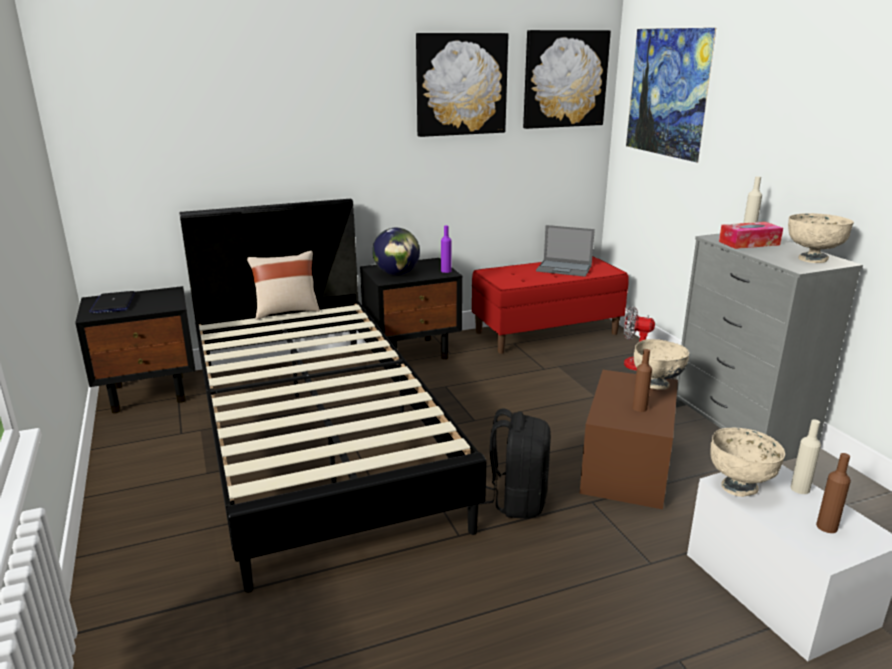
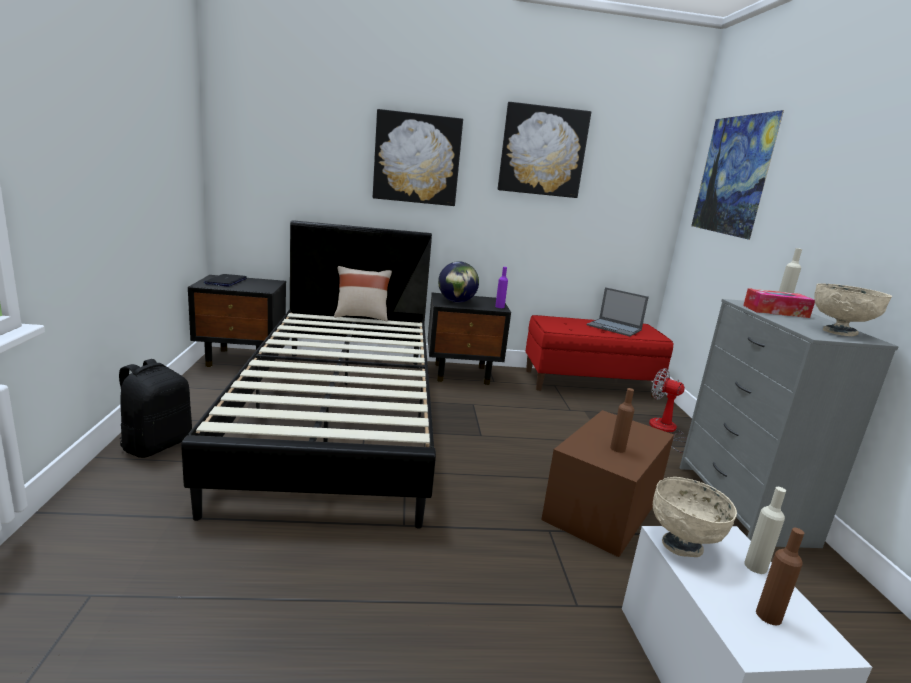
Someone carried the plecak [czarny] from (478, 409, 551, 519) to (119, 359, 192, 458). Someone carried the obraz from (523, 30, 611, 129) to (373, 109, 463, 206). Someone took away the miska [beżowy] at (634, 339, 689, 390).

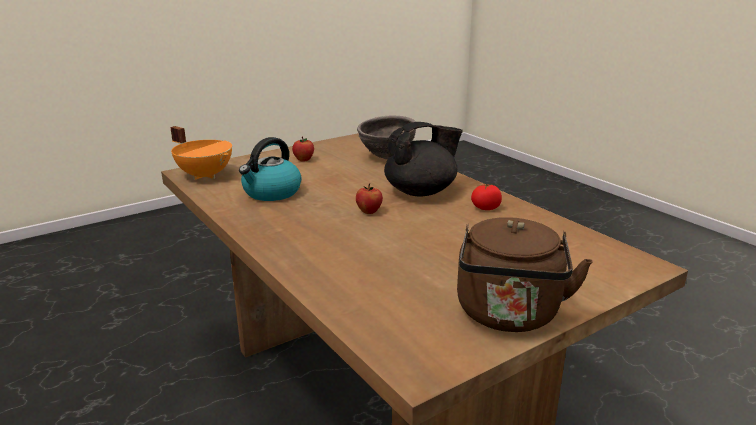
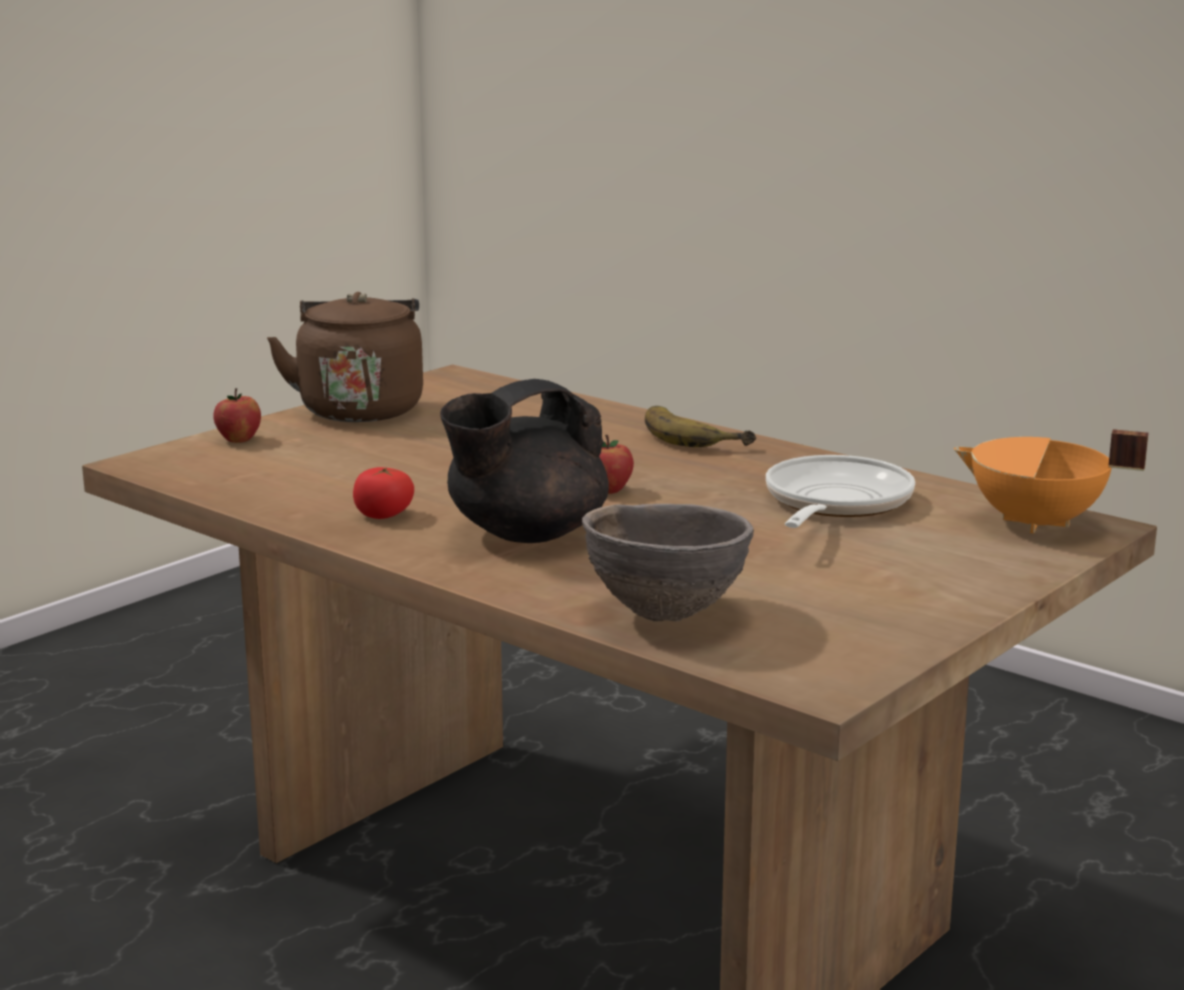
Someone carried the jabłko from (292, 136, 314, 162) to (213, 388, 261, 443). Someone put down the banan at (645, 406, 756, 447). Someone swapped the czajnik at (239, 137, 301, 201) for the patelnia at (766, 455, 915, 528).

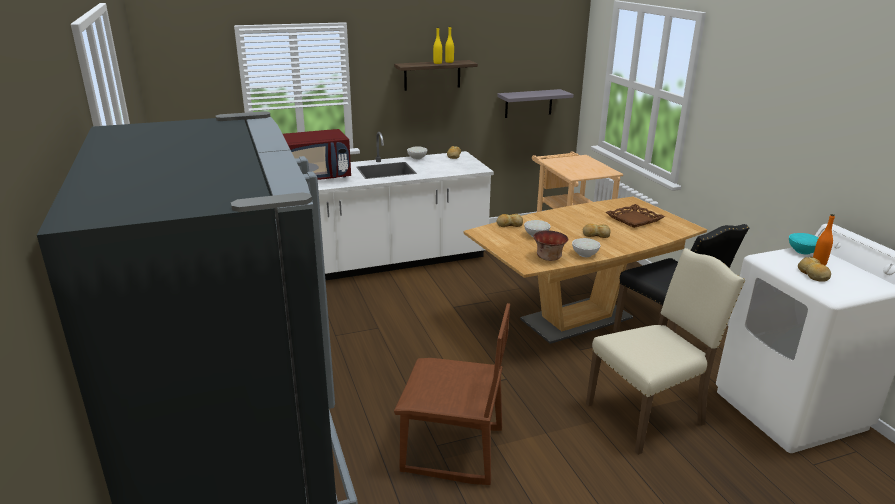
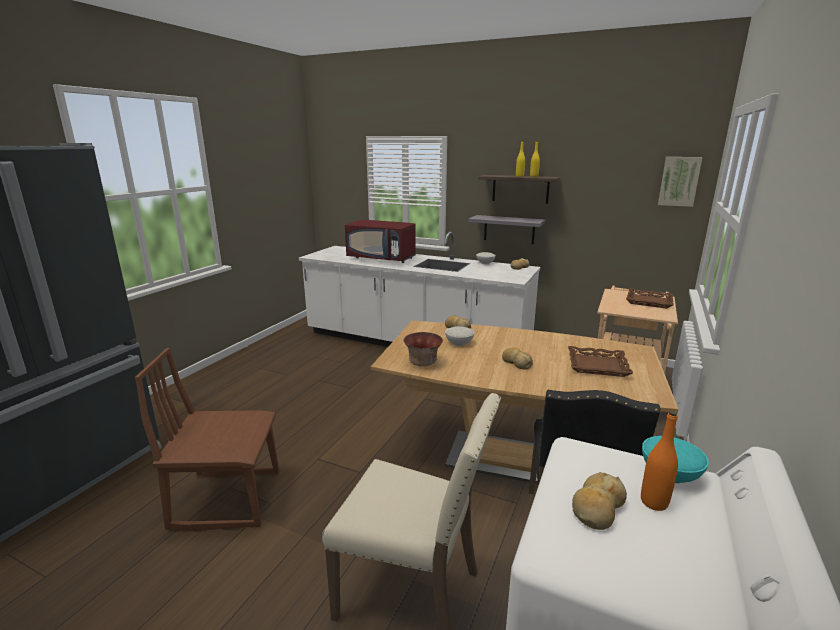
Someone rotated the krzesło [brązowy] at (394, 303, 510, 485) by 120 degrees clockwise. Someone carried the półka [szary] from (497, 89, 574, 118) to (468, 215, 545, 244). Someone put down the taca [brązowy] at (626, 288, 674, 309). Someone put up the obraz at (658, 157, 703, 207). Someone took away the miska [biały] at (572, 238, 601, 257).

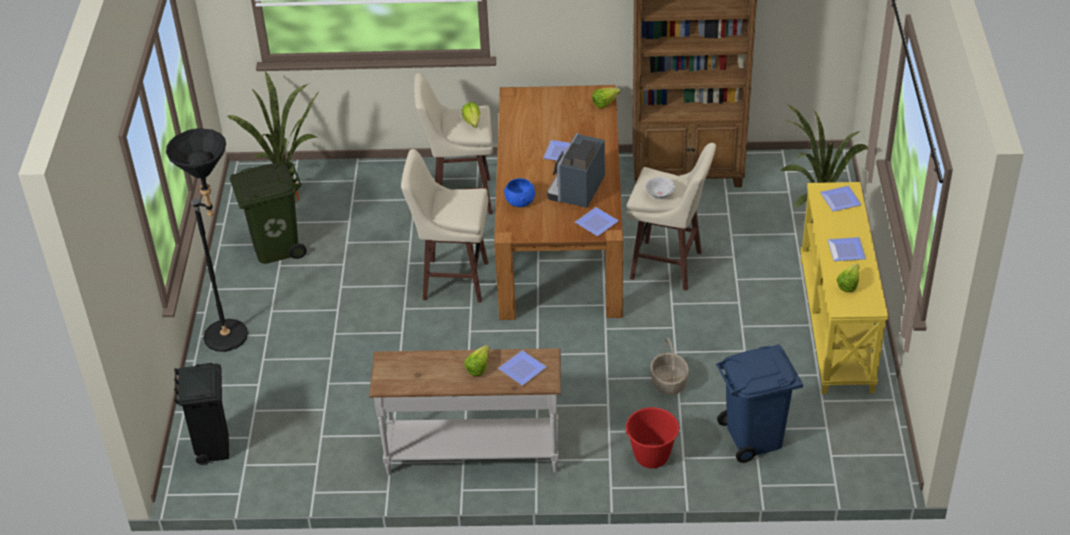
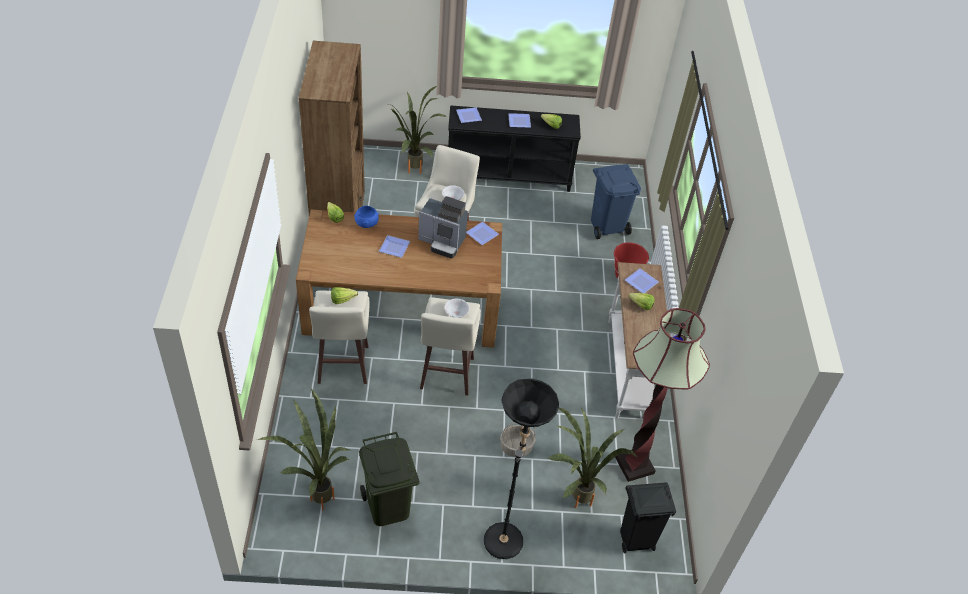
Someone carried the miska [niebieski] from (504, 178, 535, 207) to (354, 206, 379, 228). Someone put down the miska [biały] at (444, 299, 469, 318). Someone repainted the stolik konsolowy [żółty] at (800, 182, 888, 394), which became the stolik konsolowy [czarny] at (448, 105, 581, 192). Someone carried the koszyk from (650, 338, 689, 395) to (500, 422, 536, 457). Someone put down the roślina doniczkowa at (547, 407, 638, 508). Someone put down the lampa stojąca at (615, 308, 710, 482).

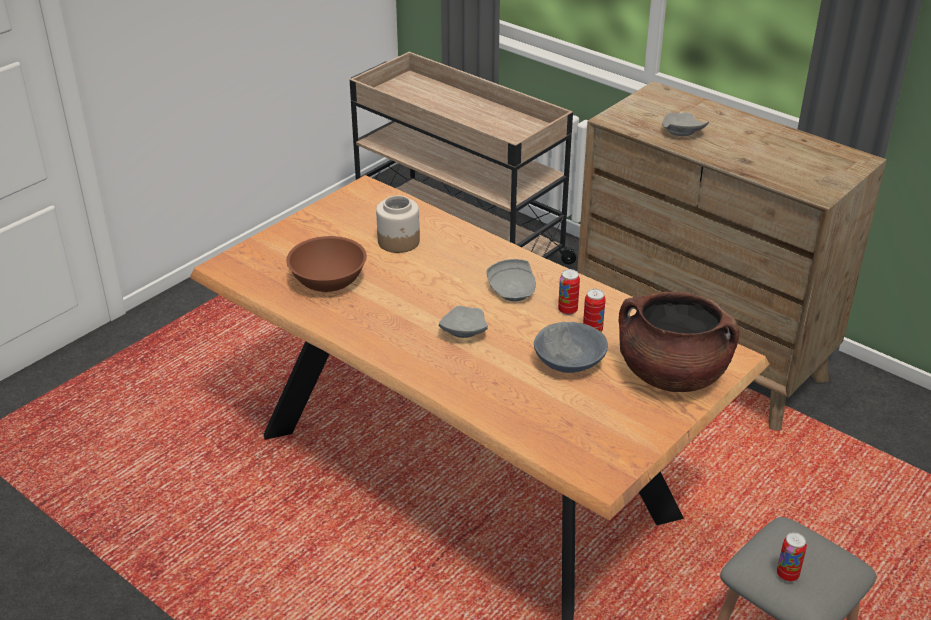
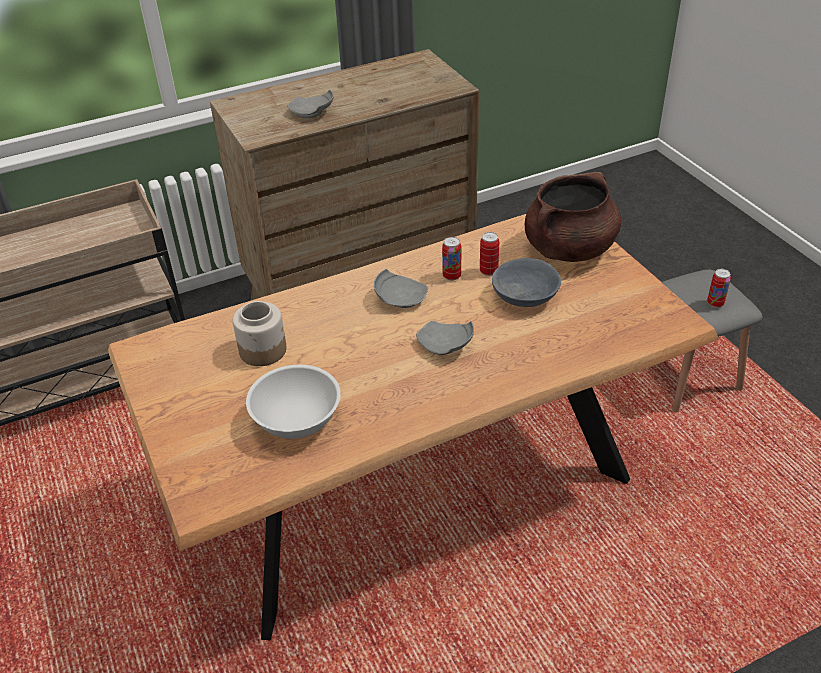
Someone repainted the miska [brązowy] at (286, 236, 367, 292), which became the miska [biały] at (246, 365, 341, 439).

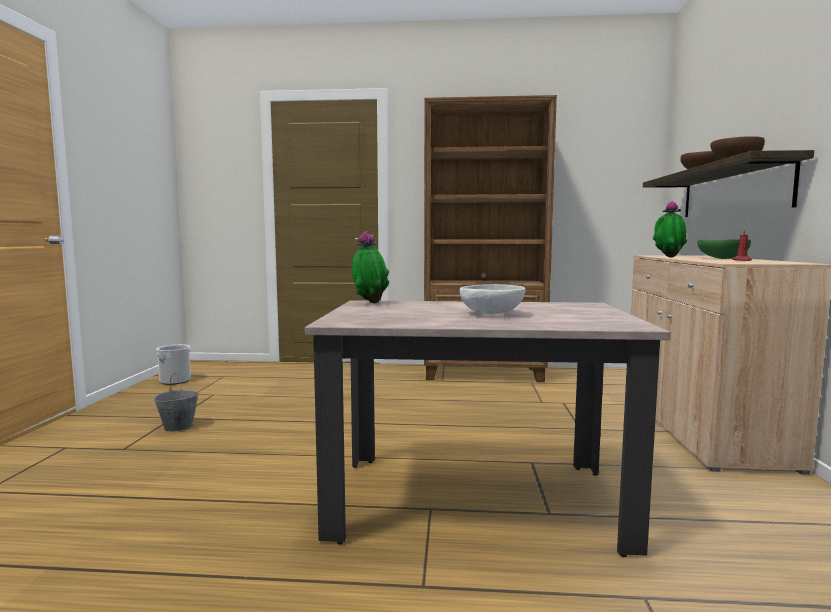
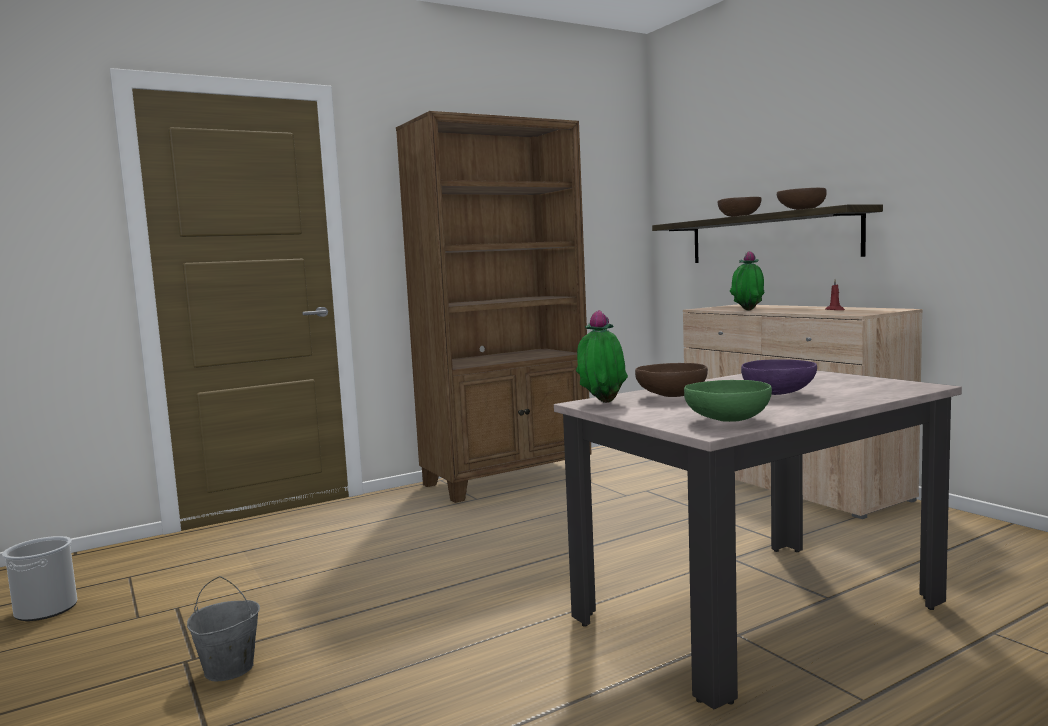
Someone put down the miska [brązowy] at (635, 363, 708, 397). Someone carried the miska [zielony] from (697, 239, 751, 259) to (684, 380, 772, 422). Someone repainted the miska [biały] at (460, 284, 525, 314), which became the miska [fioletowy] at (741, 359, 817, 395).

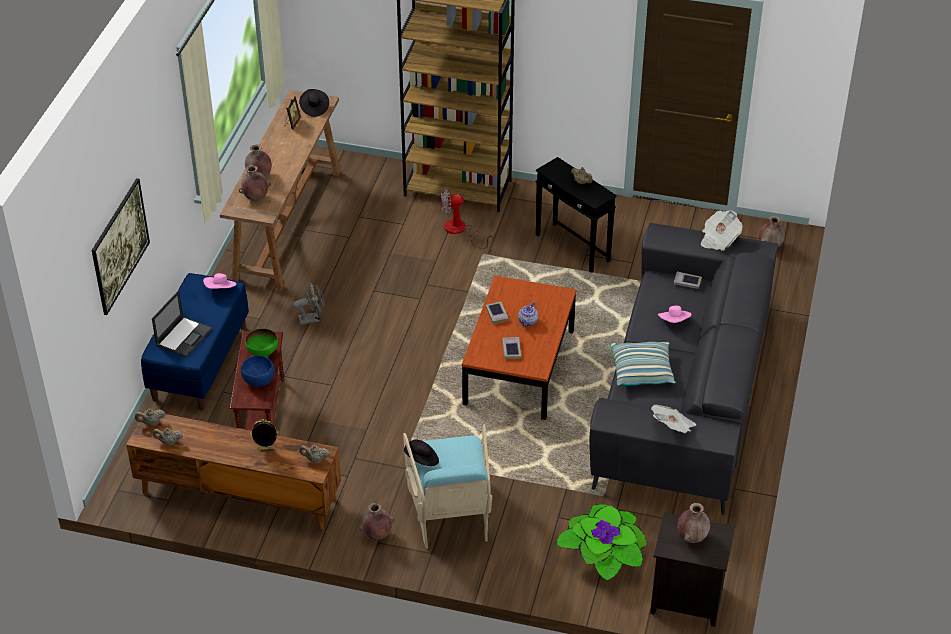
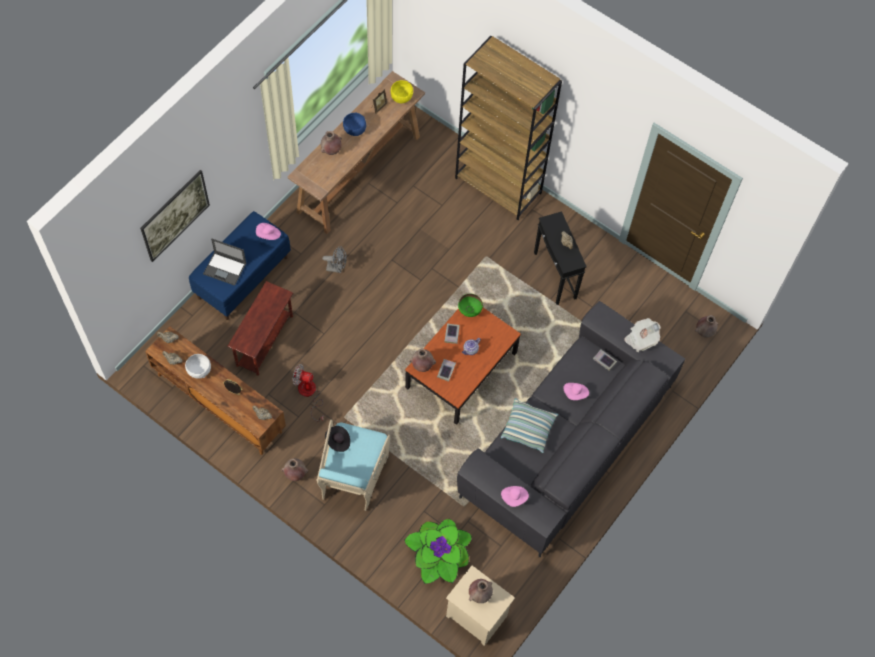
Someone put down the miska [biały] at (185, 354, 211, 379). Someone rotated the laptop at (152, 290, 212, 357) by 60 degrees clockwise. Someone carried the wentylator from (441, 189, 493, 249) to (293, 364, 324, 422). Someone carried the miska [niebieski] from (241, 355, 275, 387) to (343, 113, 366, 136). Someone swapped the kapelusz [czarny] at (299, 89, 329, 117) for the miska [żółty] at (391, 80, 413, 103). Someone carried the wazon [brązowy] from (239, 165, 271, 201) to (409, 348, 436, 372). Someone repainted the szafka nocna [czarny] at (650, 513, 735, 627), which became the szafka nocna [beżowy] at (446, 565, 515, 646). Someone carried the miska [zielony] from (245, 328, 278, 357) to (458, 294, 483, 317). Someone swapped the gazeta at (651, 405, 696, 433) for the kapelusz [różowy] at (501, 486, 529, 507).

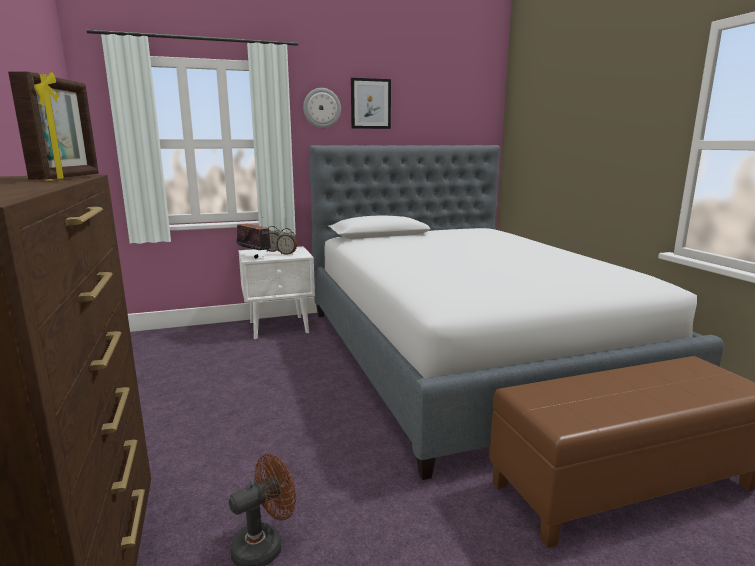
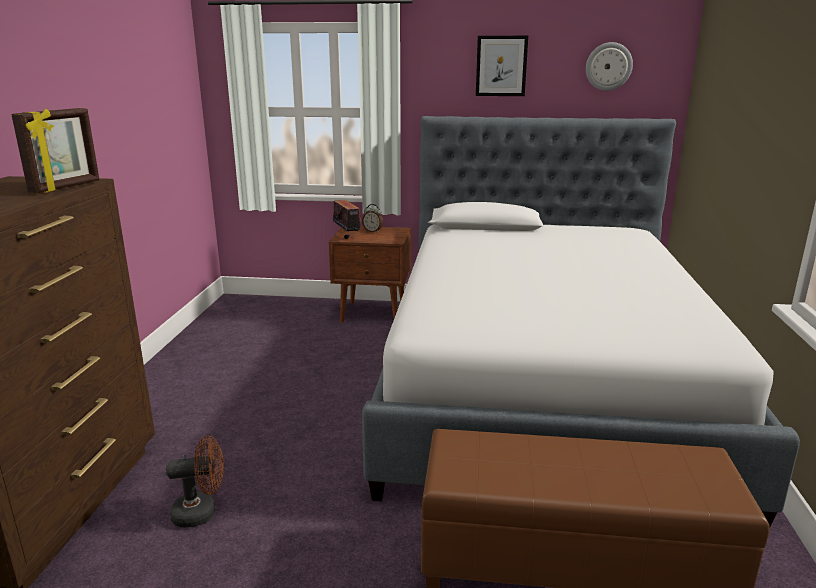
Someone repainted the szafka nocna [biały] at (238, 246, 315, 339), which became the szafka nocna [brązowy] at (329, 226, 411, 322). Someone carried the zegar ścienny from (303, 88, 341, 128) to (586, 42, 633, 91). Someone took away the budzik at (277, 228, 297, 255).

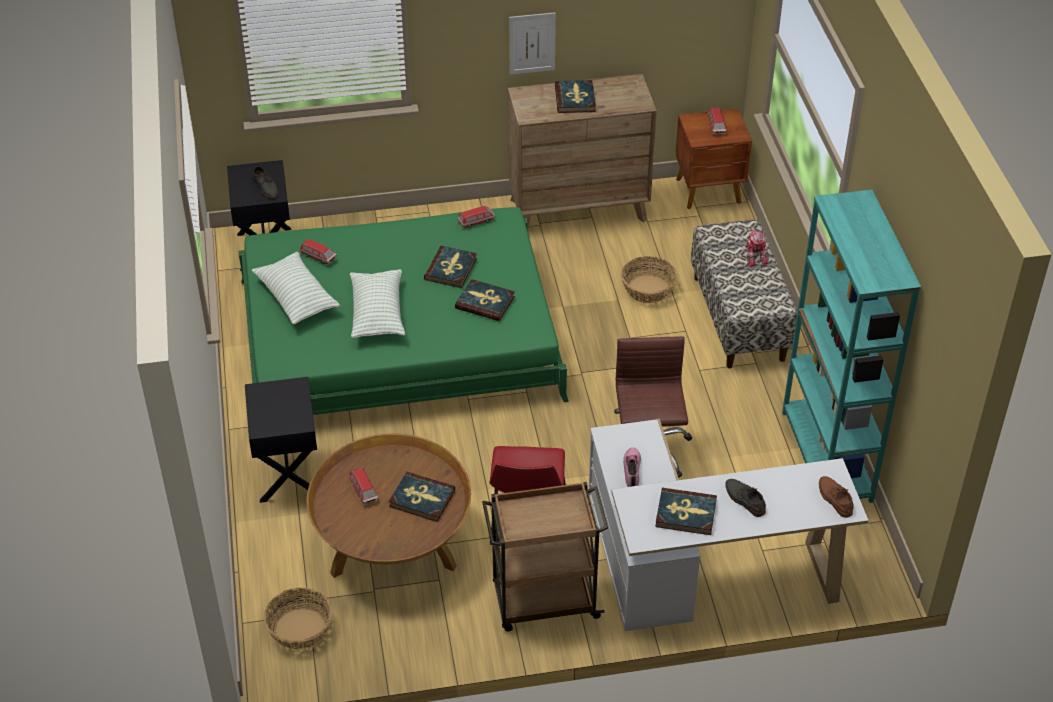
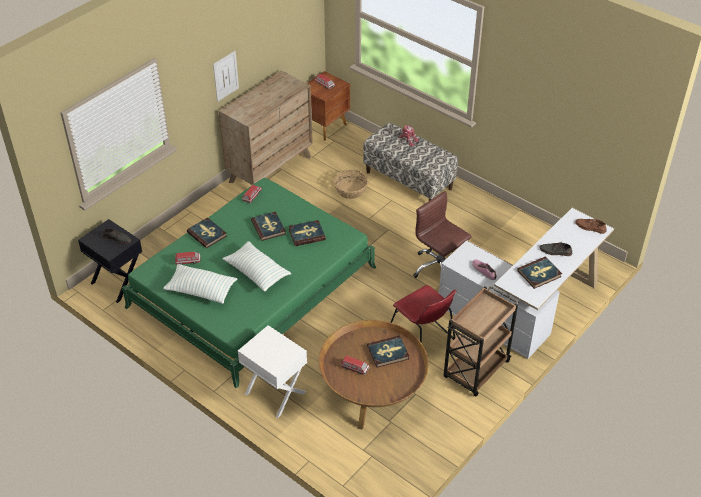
Someone carried the książka from (555, 80, 596, 113) to (187, 217, 227, 248). Someone repainted the szafka nocna [czarny] at (245, 377, 317, 503), which became the szafka nocna [biały] at (238, 325, 307, 418). Someone took away the koszyk at (264, 588, 332, 650). Someone took away the regał [turkusowy] at (782, 190, 921, 503).

